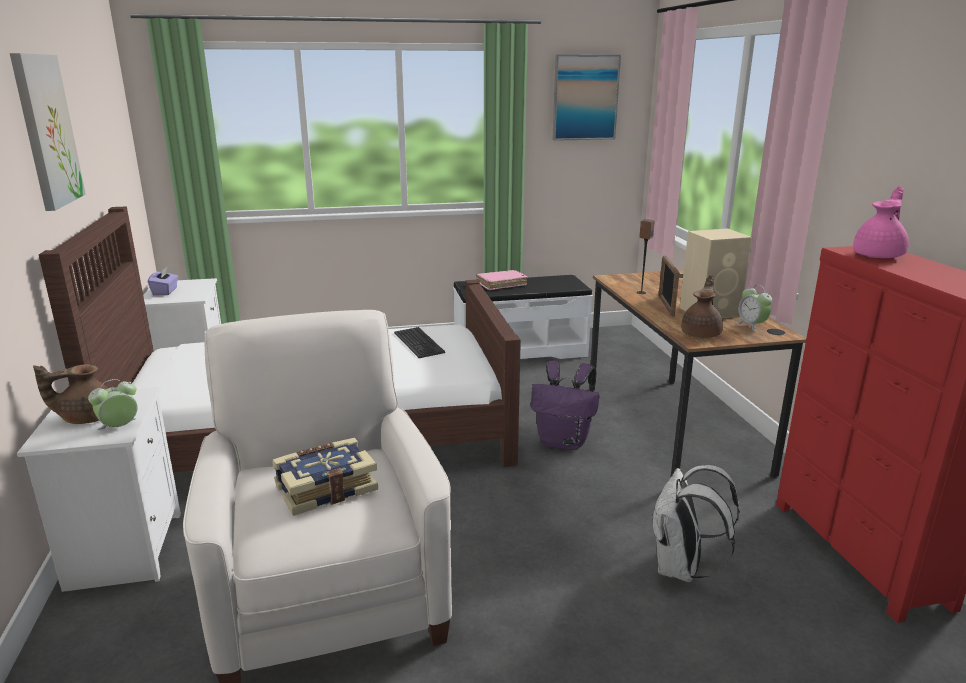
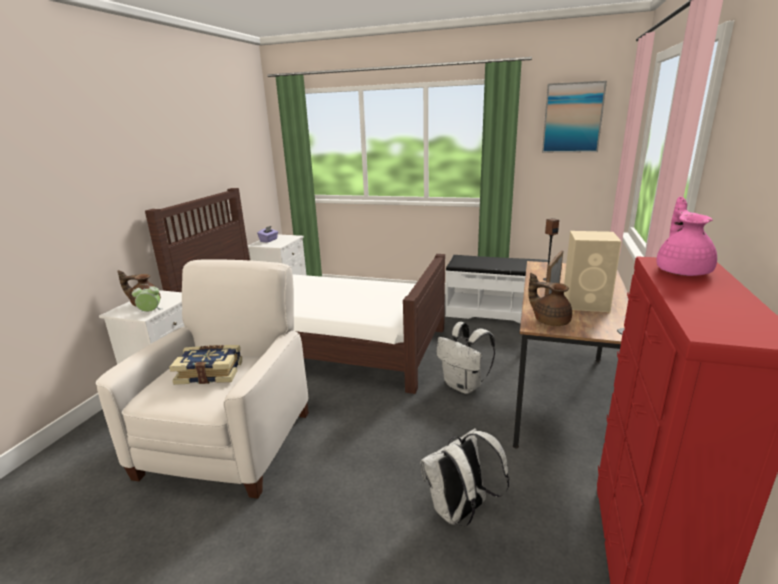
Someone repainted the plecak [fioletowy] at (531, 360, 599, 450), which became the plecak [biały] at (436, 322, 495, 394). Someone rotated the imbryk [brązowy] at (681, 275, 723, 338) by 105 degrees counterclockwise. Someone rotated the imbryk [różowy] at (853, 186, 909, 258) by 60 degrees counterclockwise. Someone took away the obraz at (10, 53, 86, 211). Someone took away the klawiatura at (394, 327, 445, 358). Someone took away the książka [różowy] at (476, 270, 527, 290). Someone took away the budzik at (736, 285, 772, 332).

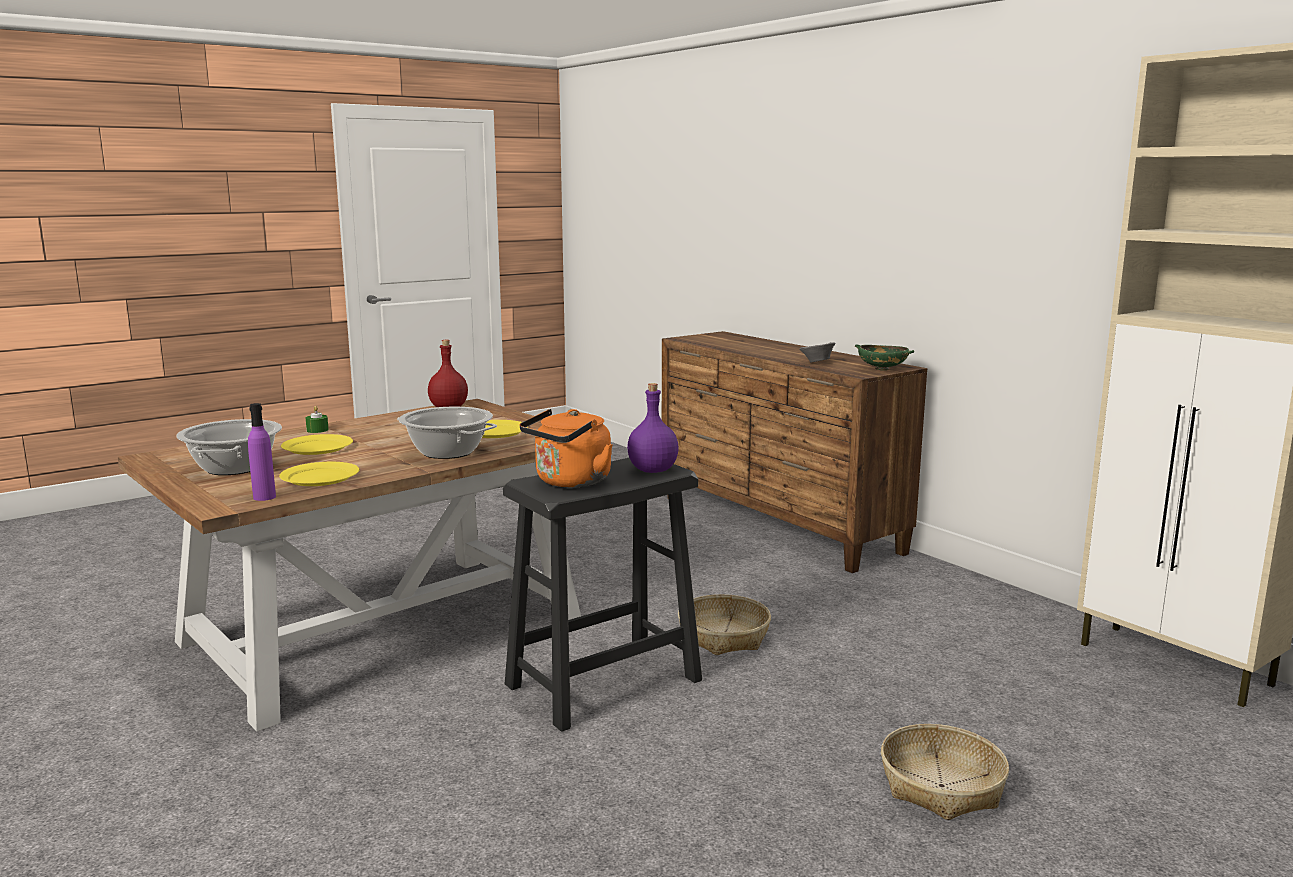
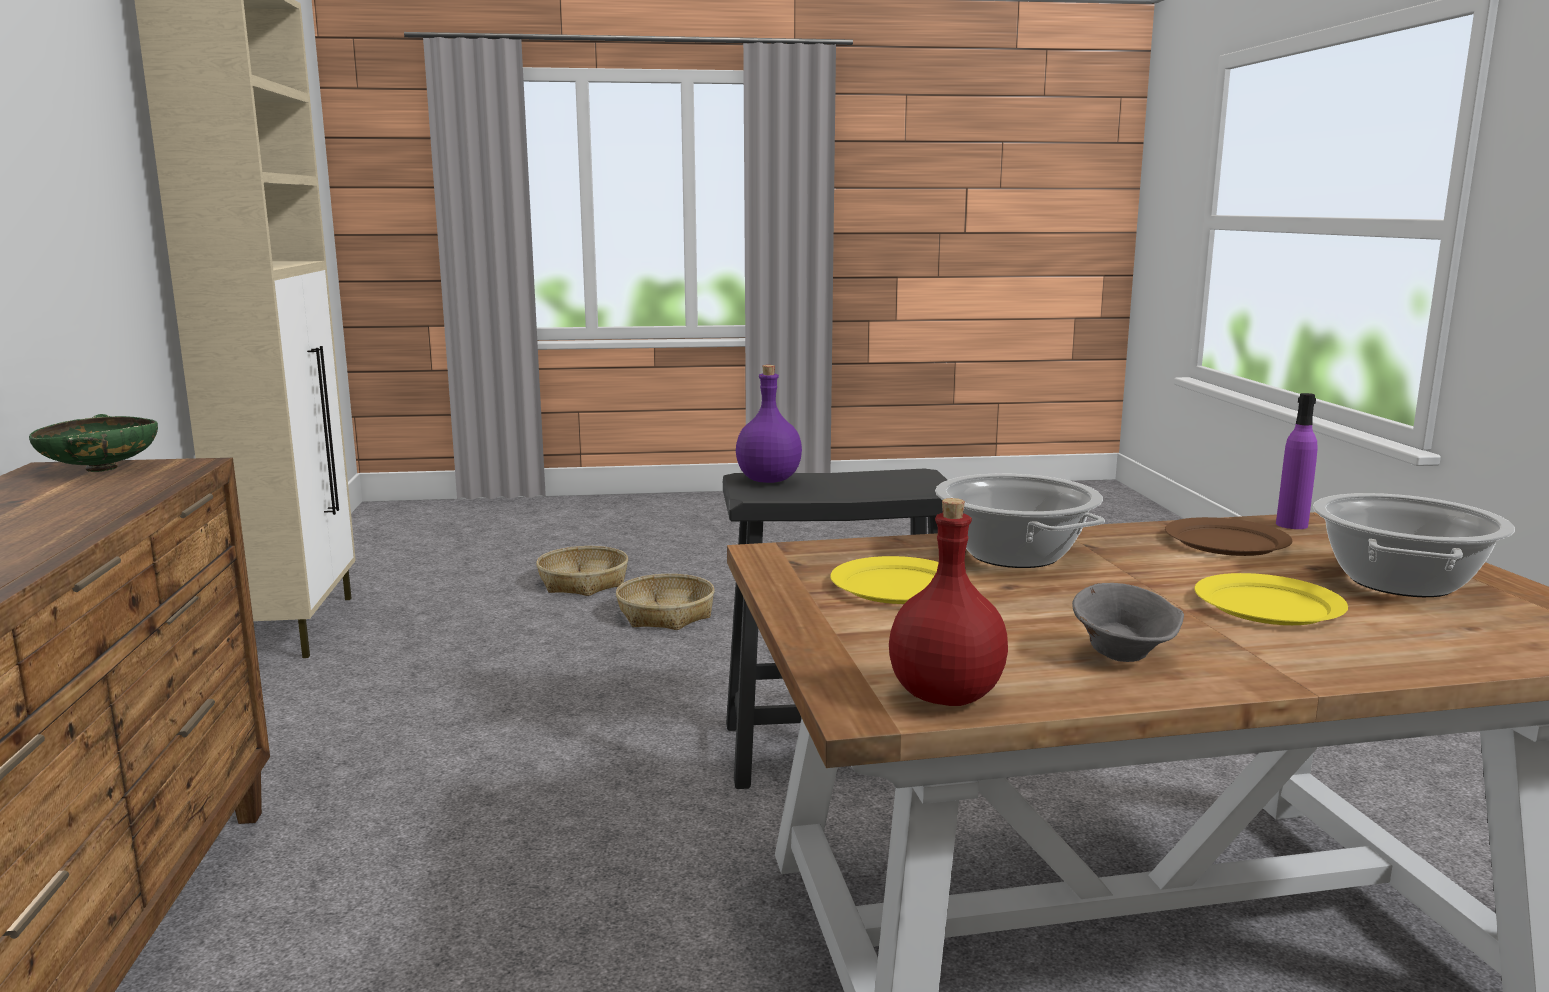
Someone carried the koszyk from (678, 594, 771, 655) to (536, 546, 628, 596). Someone carried the miska [szary] from (799, 342, 836, 362) to (1072, 583, 1184, 662). Someone repainted the talerz [żółty] at (279, 462, 359, 486), which became the talerz [brązowy] at (1165, 517, 1293, 556). Someone took away the świeca [zielony] at (306, 406, 329, 433). Someone took away the czajnik [pomarańczowy] at (519, 409, 612, 488).

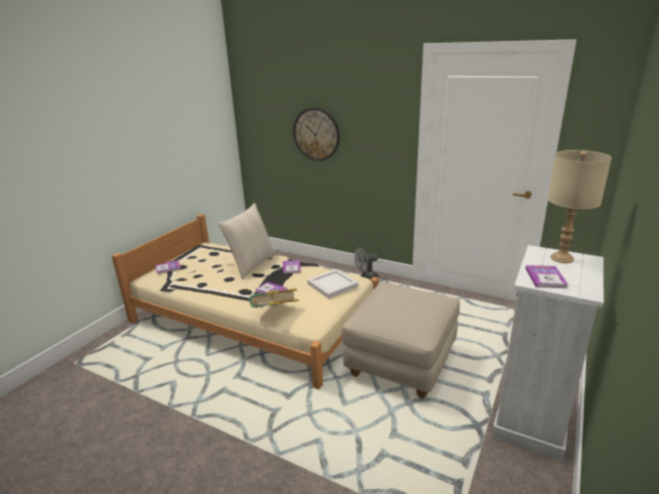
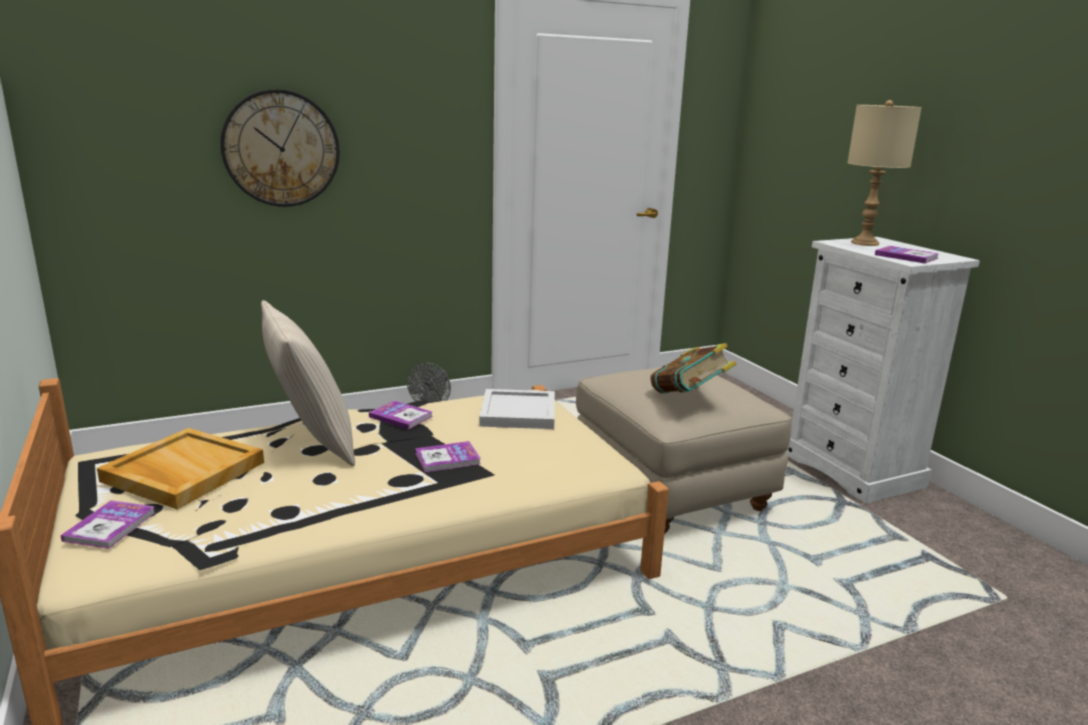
Someone put down the taca [beżowy] at (97, 428, 264, 510). Someone carried the książka from (249, 288, 299, 308) to (651, 343, 737, 393).

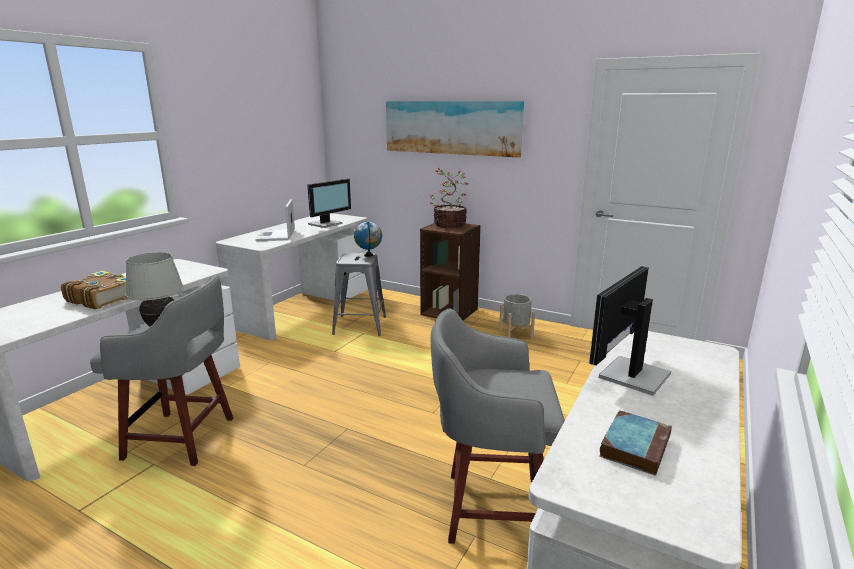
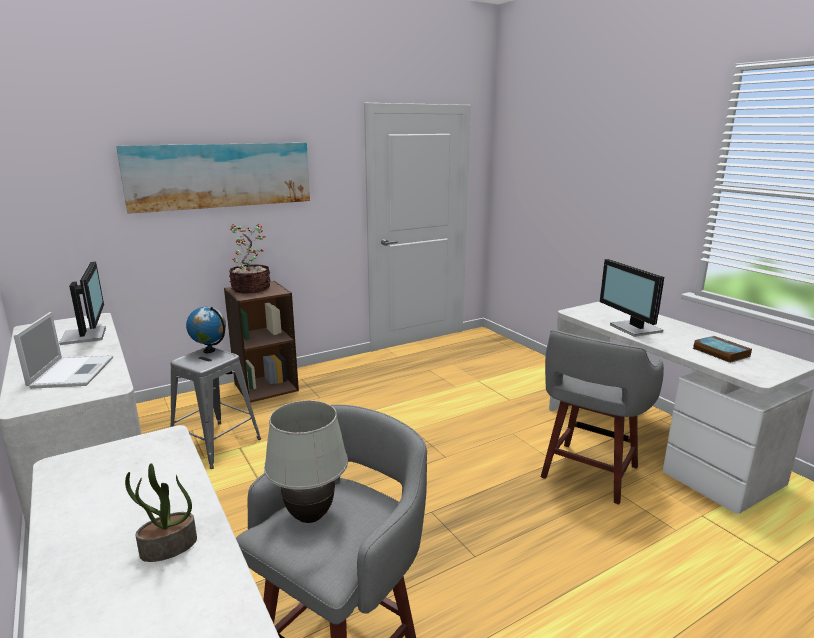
Someone rotated the laptop at (255, 199, 295, 241) by 120 degrees counterclockwise. Someone swapped the książka at (61, 271, 129, 309) for the roślina doniczkowa at (125, 463, 197, 562). Someone took away the donica [szary] at (499, 294, 535, 339).

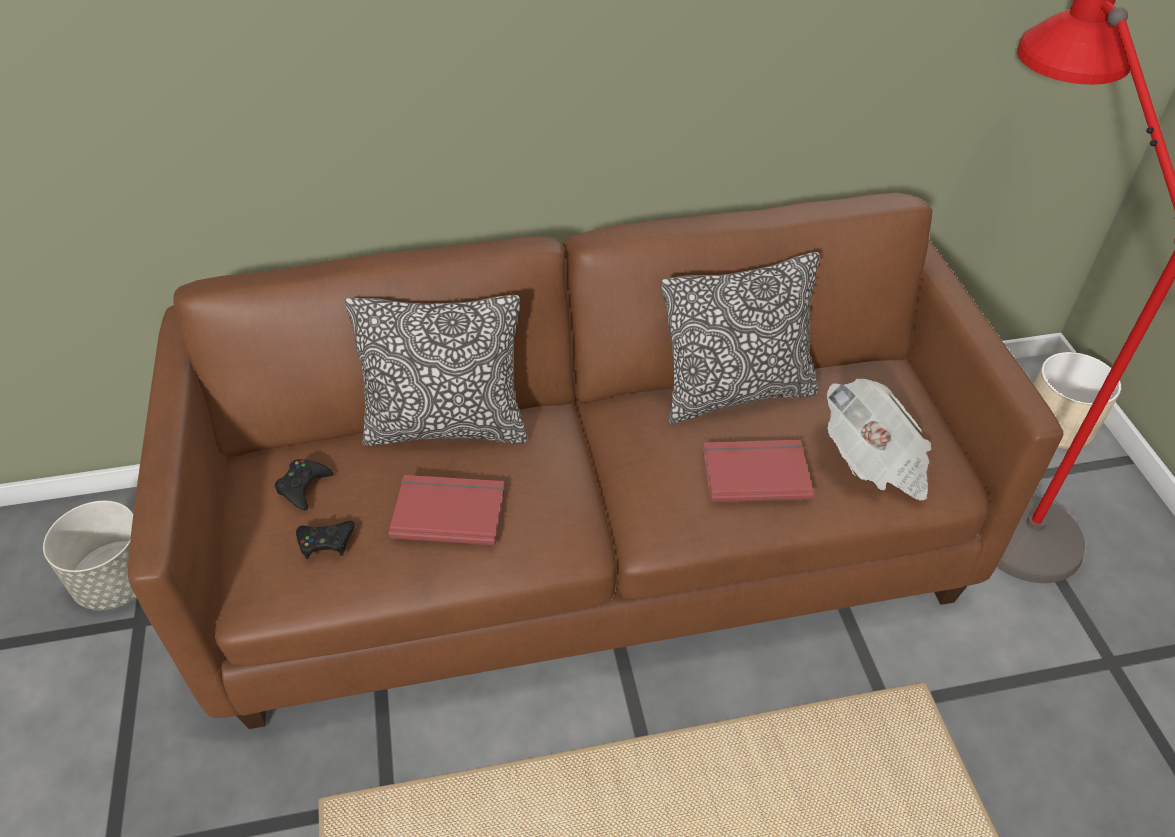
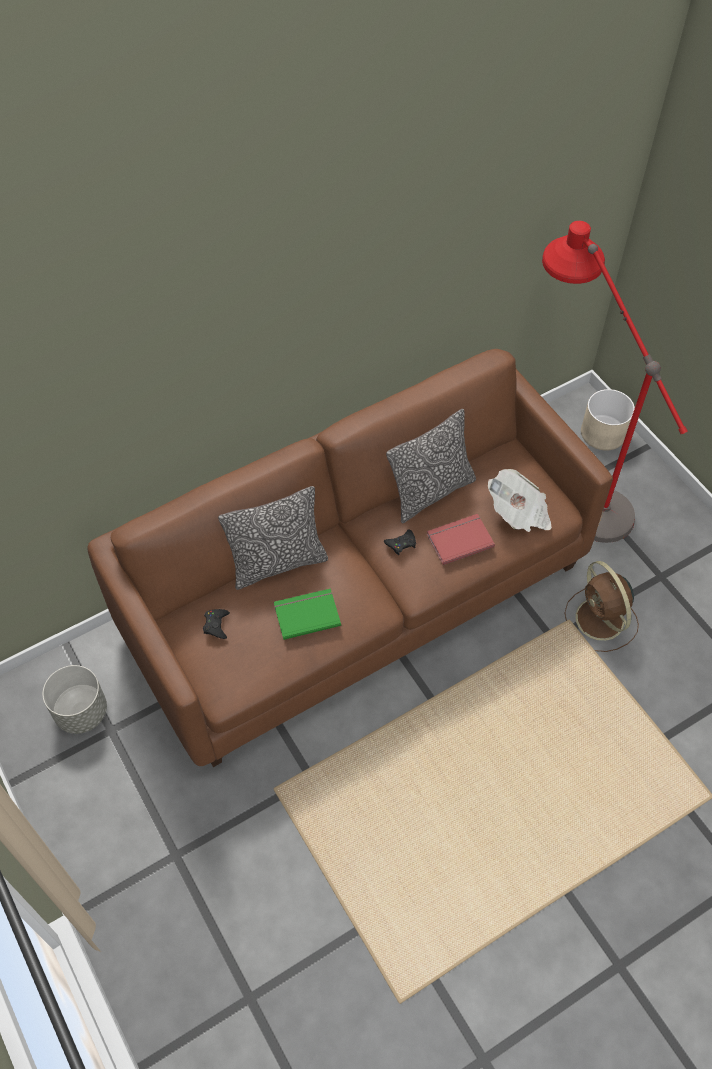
Someone repainted the książka [czerwony] at (389, 475, 505, 545), which became the książka [zielony] at (274, 588, 341, 640). Someone carried the pad do gier [czarny] from (296, 521, 354, 559) to (384, 529, 416, 555). Someone put down the wentylator [brązowy] at (564, 561, 639, 652).

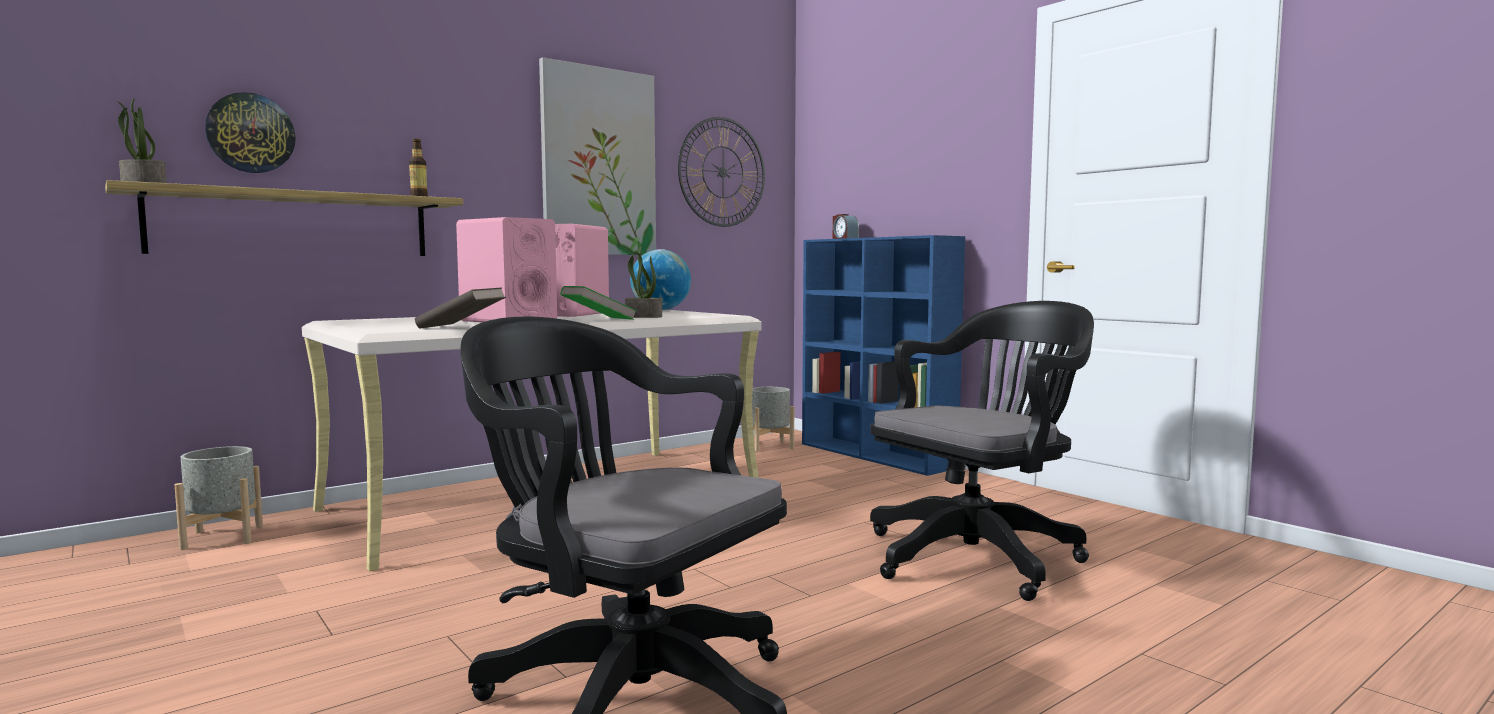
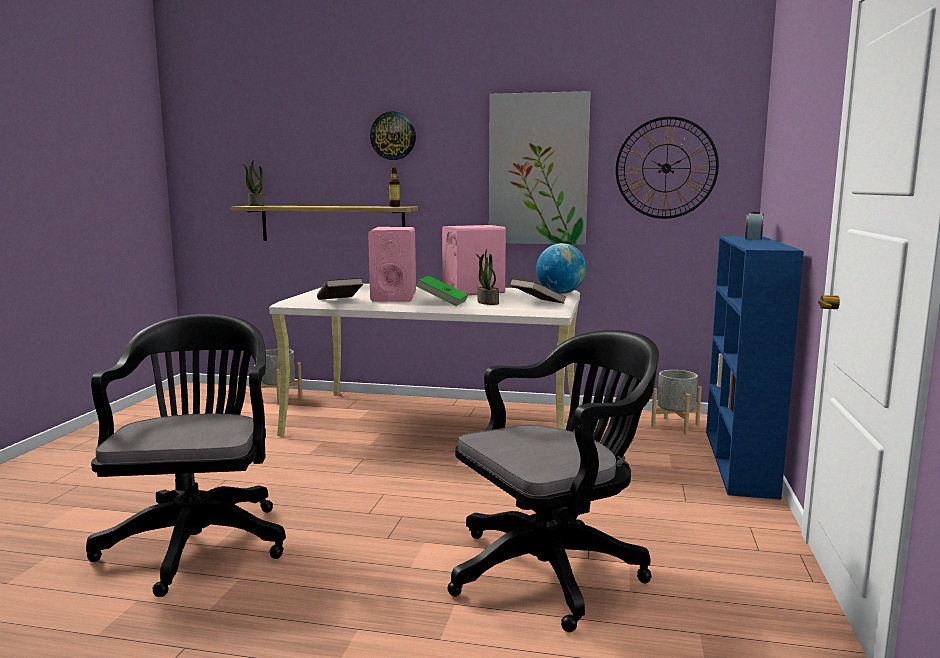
Someone carried the zegar ścienny from (205, 92, 296, 173) to (370, 112, 416, 160). Someone rotated the krzesło biurowe [czarny] at (870, 301, 1094, 601) by 45 degrees counterclockwise. Someone put down the książka [brązowy] at (510, 278, 566, 304).

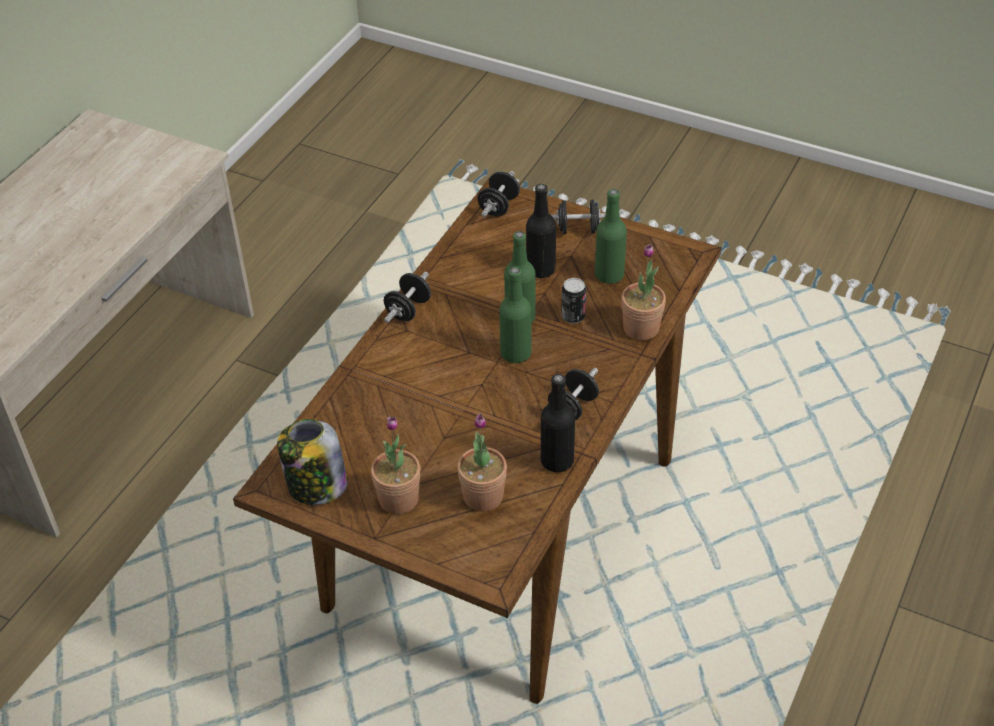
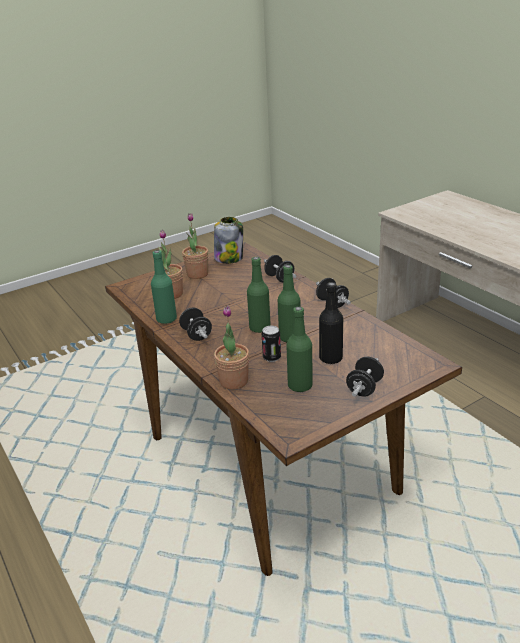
Someone repainted the butelka [czarny] at (541, 374, 575, 472), which became the butelka [zielony] at (151, 250, 177, 324). Someone carried the hantel [czarny] from (478, 171, 520, 217) to (264, 255, 296, 282).

